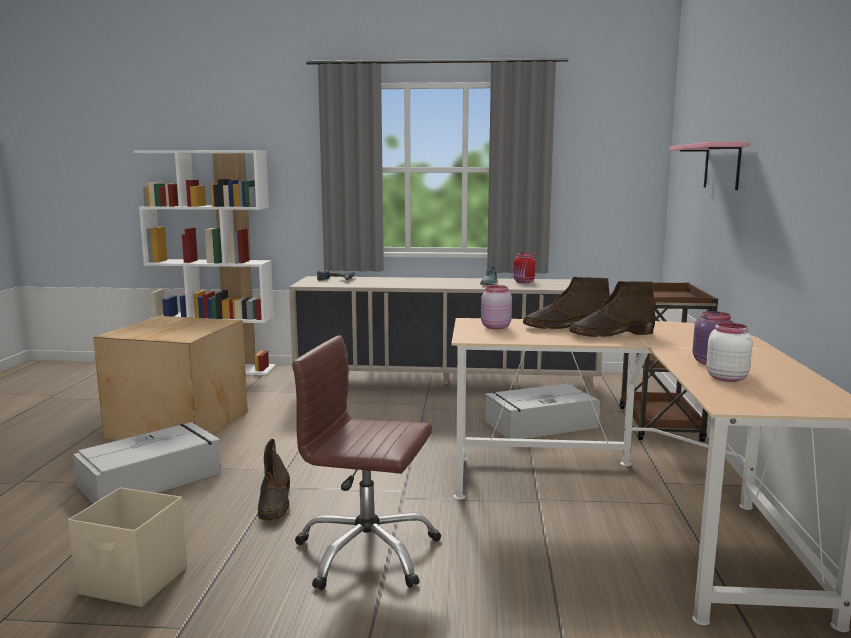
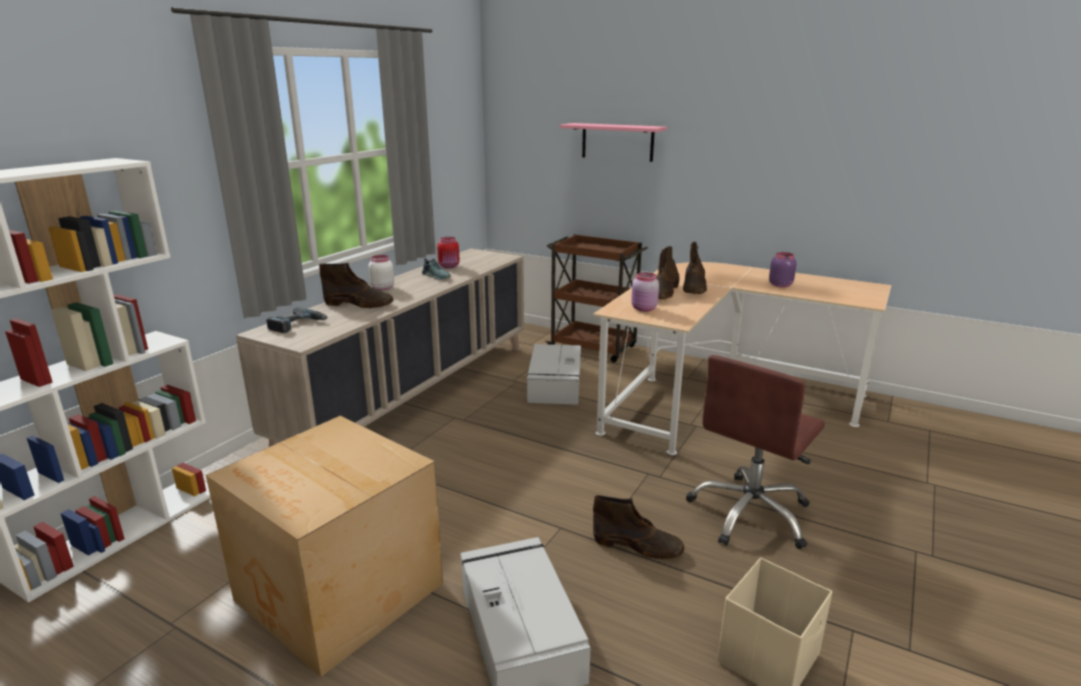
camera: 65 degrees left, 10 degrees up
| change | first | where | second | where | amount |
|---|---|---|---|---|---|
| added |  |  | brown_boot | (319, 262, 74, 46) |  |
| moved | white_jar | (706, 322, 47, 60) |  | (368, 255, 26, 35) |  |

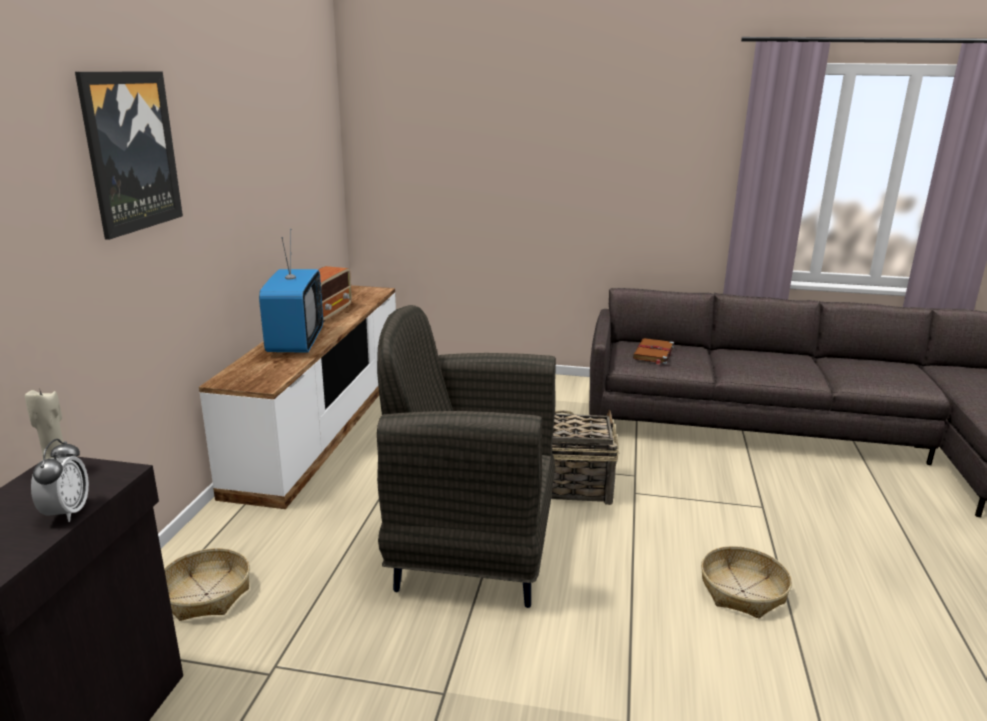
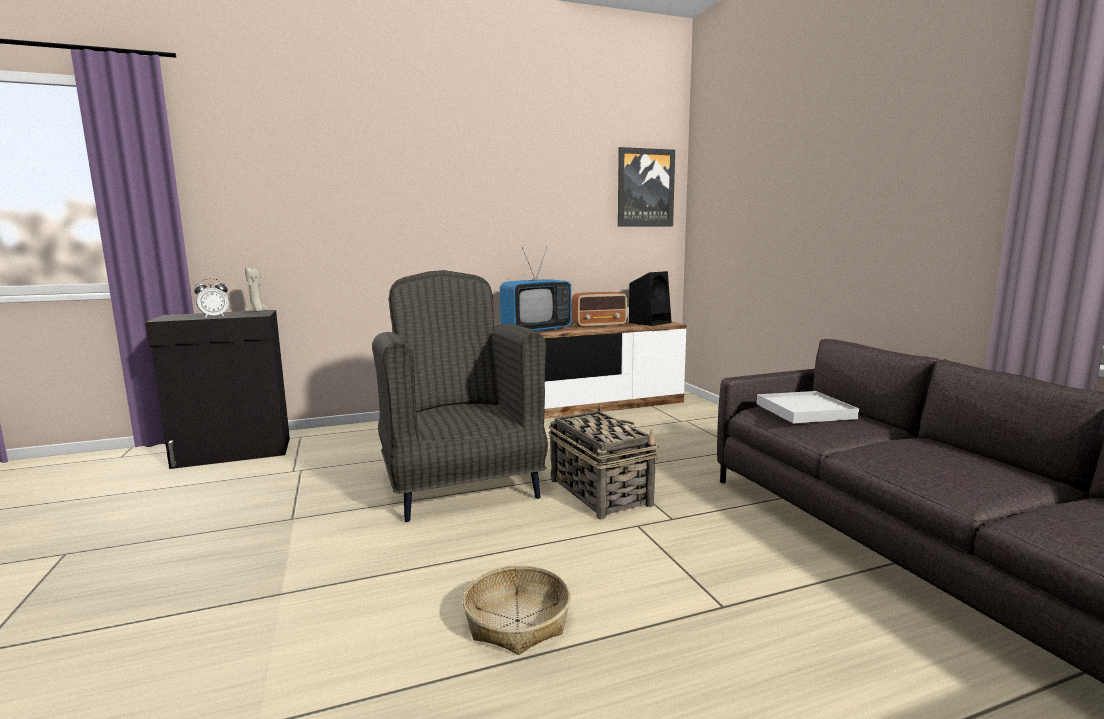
camera: 60 degrees right, 10 degrees down
| change | first | where | second | where | amount |
|---|---|---|---|---|---|
| removed | basket | (164, 548, 86, 73) |  |  |  |
| added |  |  | black_speaker | (629, 271, 43, 55) |  |
| moved | picture | (75, 71, 108, 169) |  | (618, 147, 57, 80) |  |
| replaced | brown_book | (633, 338, 41, 27) | white_tray | (756, 391, 103, 32) |  |

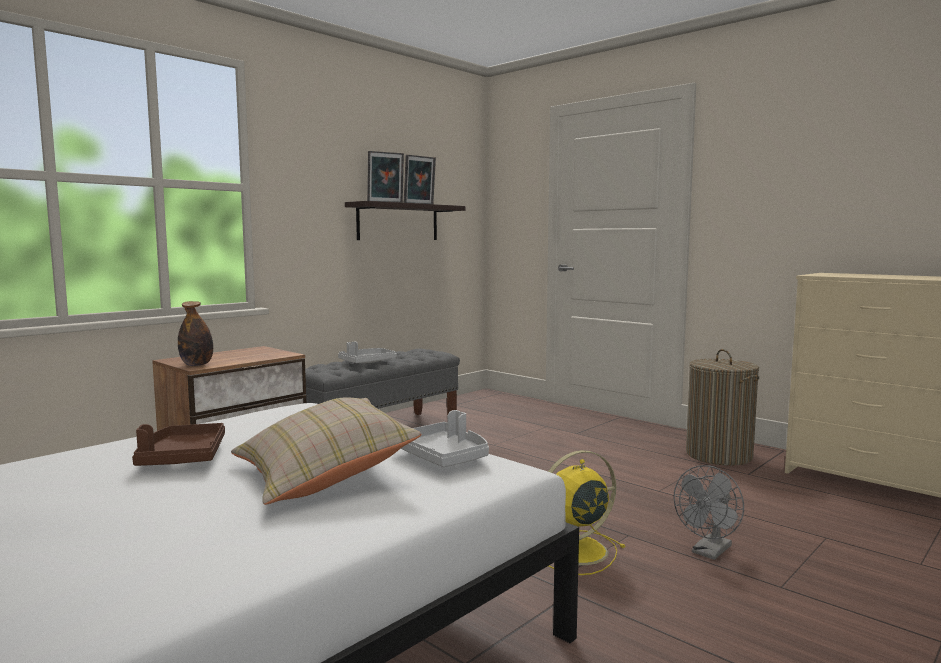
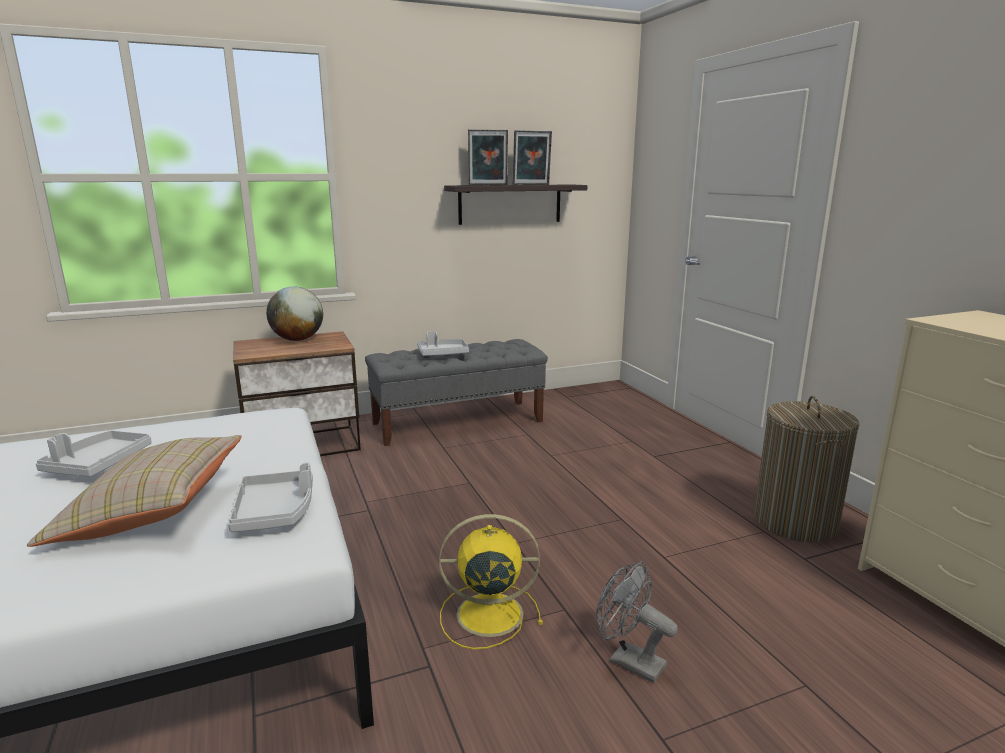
camera: 25 degrees right, 10 degrees up
| change | first | where | second | where | amount |
|---|---|---|---|---|---|
| removed | bottle | (178, 301, 35, 65) |  |  |  |
| added |  |  | globe | (266, 287, 57, 54) |  |
| recoloured | brown_tray | (132, 423, 93, 43) | grey_tray | (36, 430, 116, 47) |  |
| turned | grey_fan | (674, 465, 70, 95) |  | (596, 561, 82, 122) | 60 degrees clockwise |

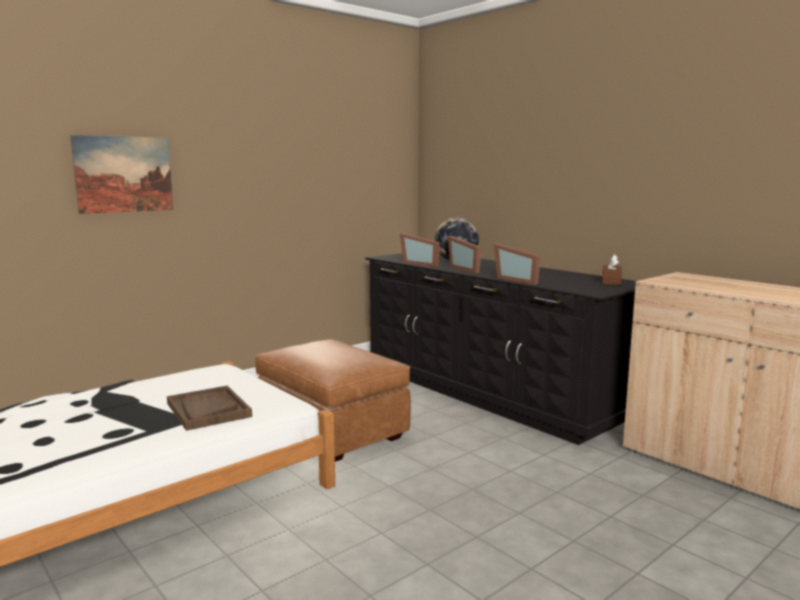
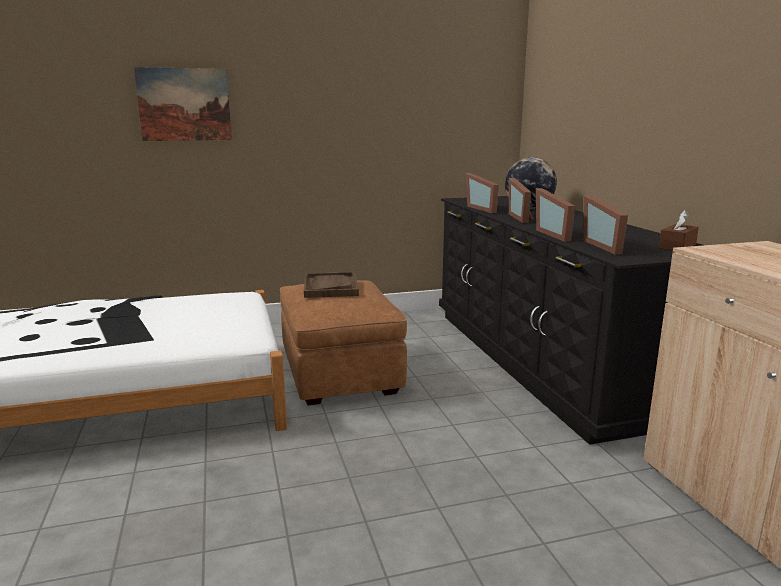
camera: 25 degrees right, 5 degrees up
| change | first | where | second | where | amount |
|---|---|---|---|---|---|
| added |  |  | picture_frame | (583, 195, 45, 59) |  |
| moved | brown_tray | (167, 385, 85, 46) |  | (304, 272, 55, 26) |  |

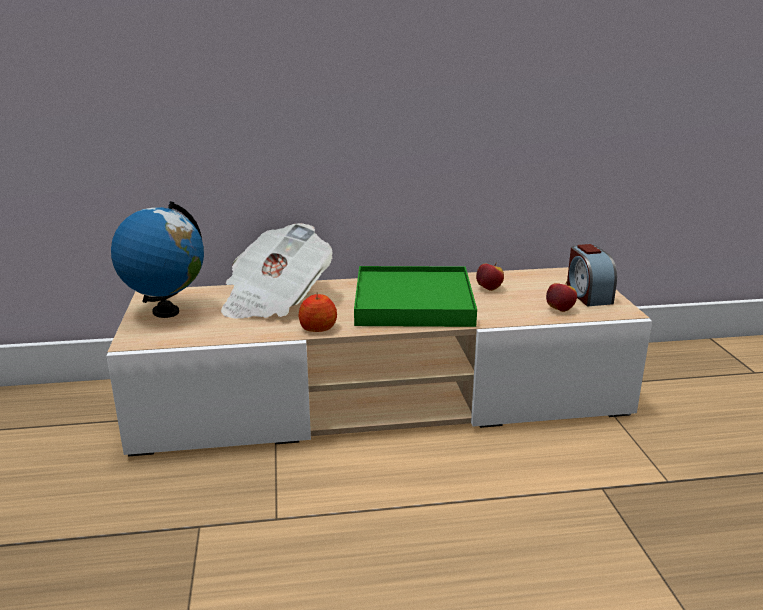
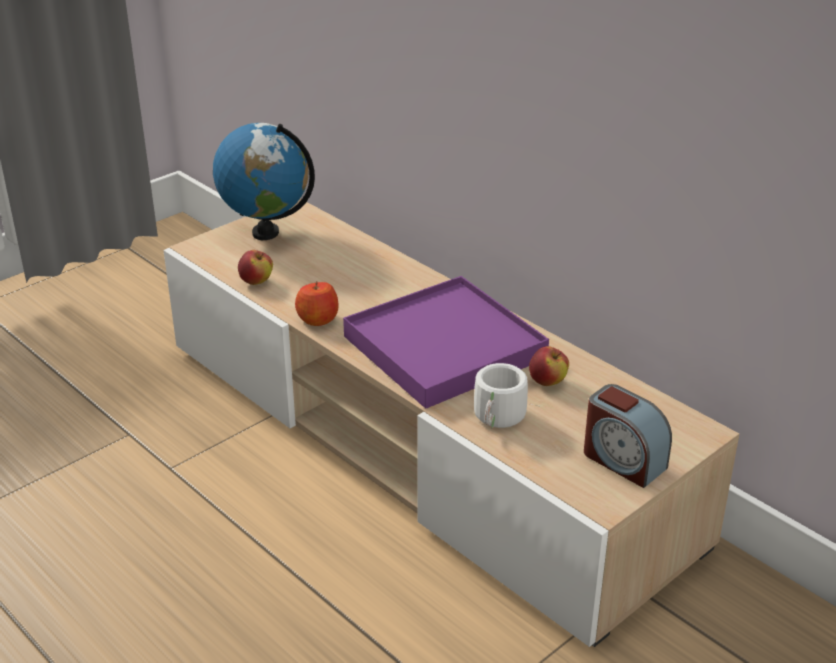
camera: 55 degrees right, 10 degrees up
| change | first | where | second | where | amount |
|---|---|---|---|---|---|
| removed | newspaper | (221, 223, 111, 96) |  |  |  |
| added |  |  | white_mug | (474, 363, 66, 65) |  |
| moved | apple | (546, 281, 31, 31) |  | (238, 250, 35, 35) |  |
| recoloured | green_tray | (354, 266, 123, 61) | purple_tray | (343, 276, 206, 133) |  |
| turned | alarm_clock | (567, 244, 50, 62) |  | (584, 384, 88, 104) | 90 degrees counterclockwise |

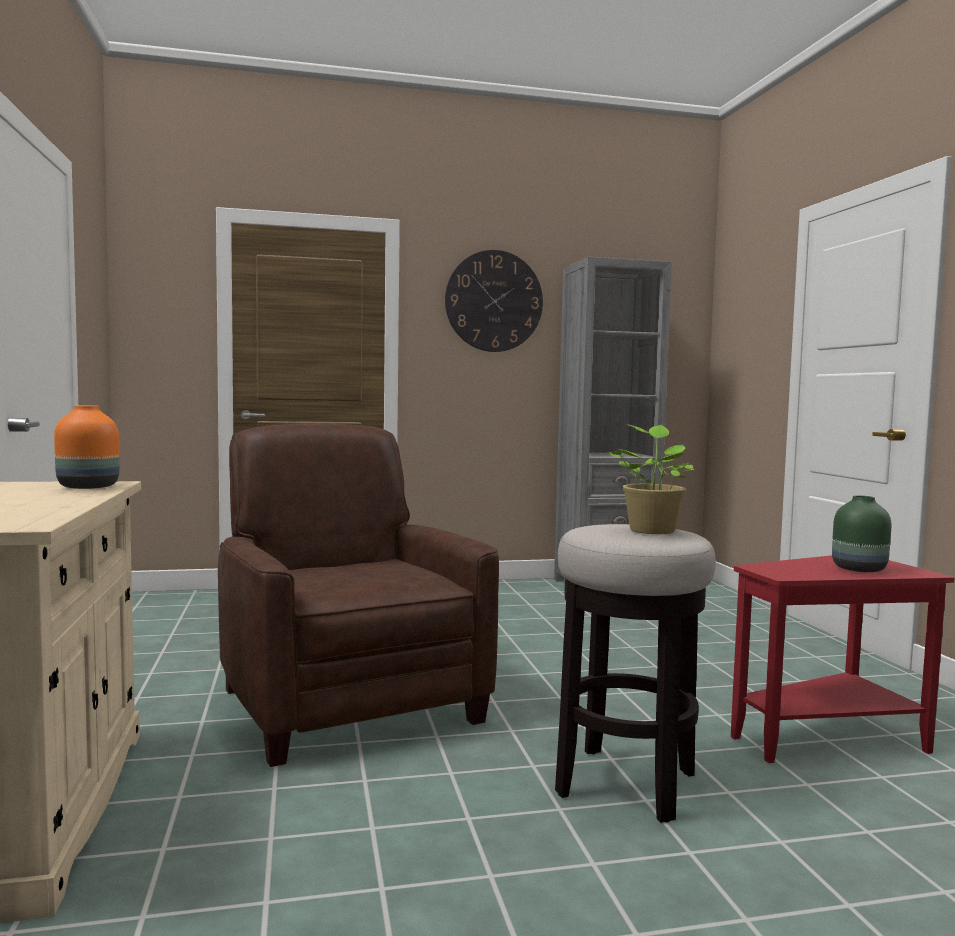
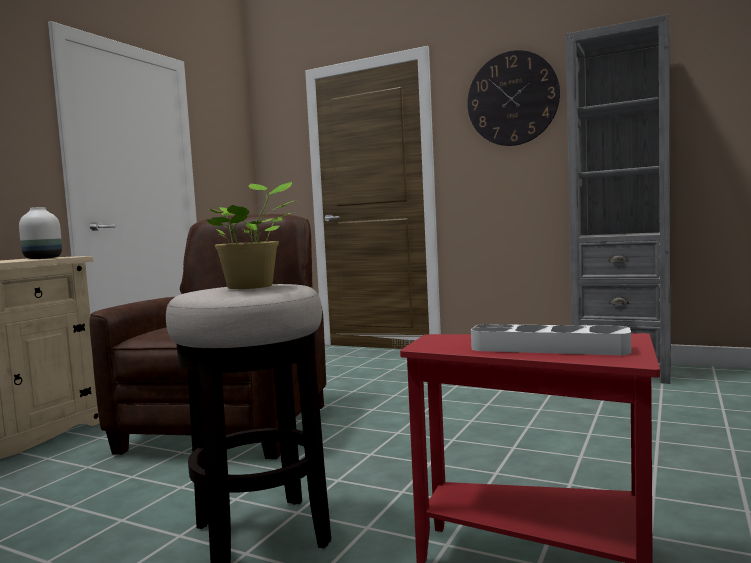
camera: 40 degrees right, 0 degrees up
| change | first | where | second | where | amount |
|---|---|---|---|---|---|
| replaced | green_vase | (832, 495, 59, 77) | grey_tray | (471, 324, 160, 31) |  |
| recoloured | orange_vase | (54, 405, 66, 84) | white_vase | (19, 207, 43, 52) |  |

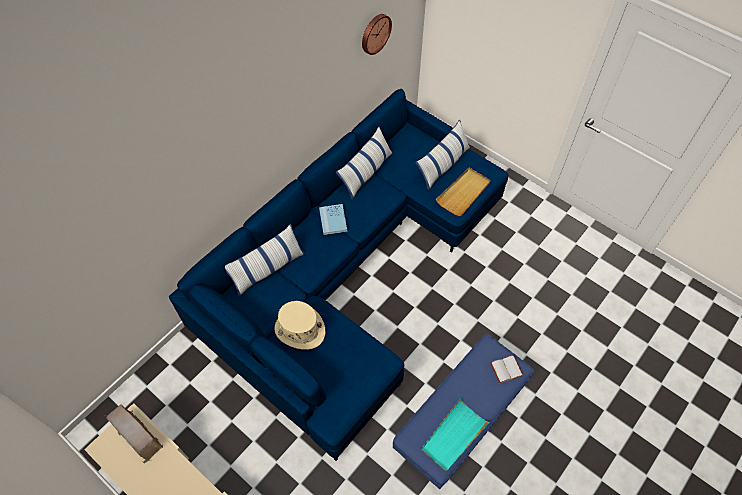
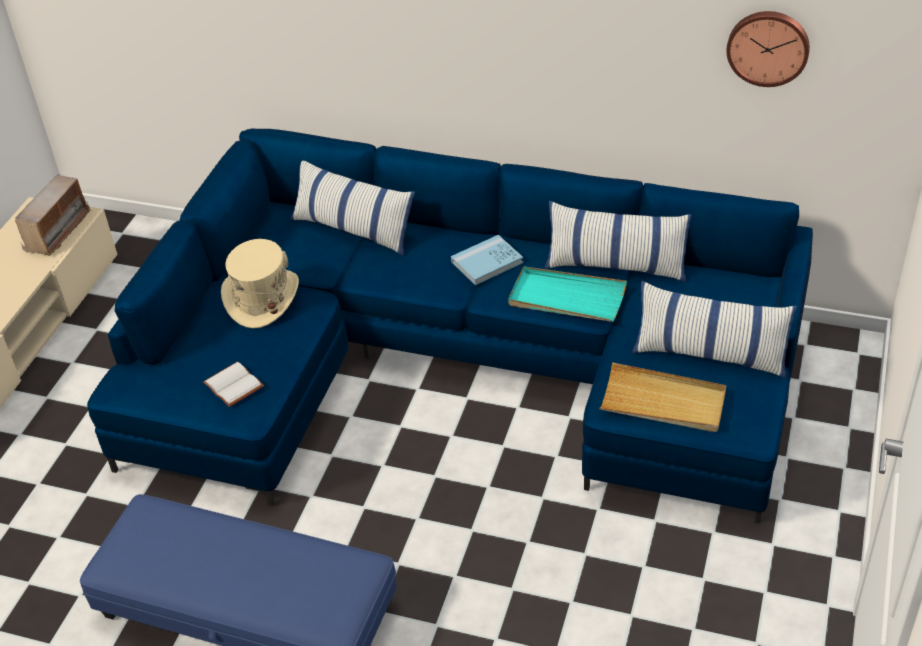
camera: 70 degrees right, 15 degrees down
| change | first | where | second | where | amount |
|---|---|---|---|---|---|
| moved | turquoise_tray | (421, 398, 69, 74) |  | (508, 266, 119, 56) |  |
| moved | white_book | (490, 355, 34, 28) |  | (203, 361, 61, 46) |  |

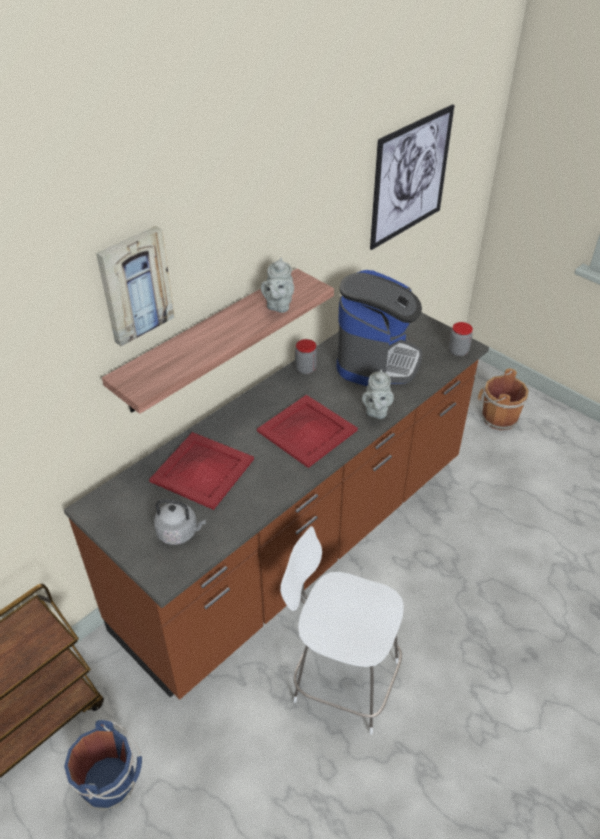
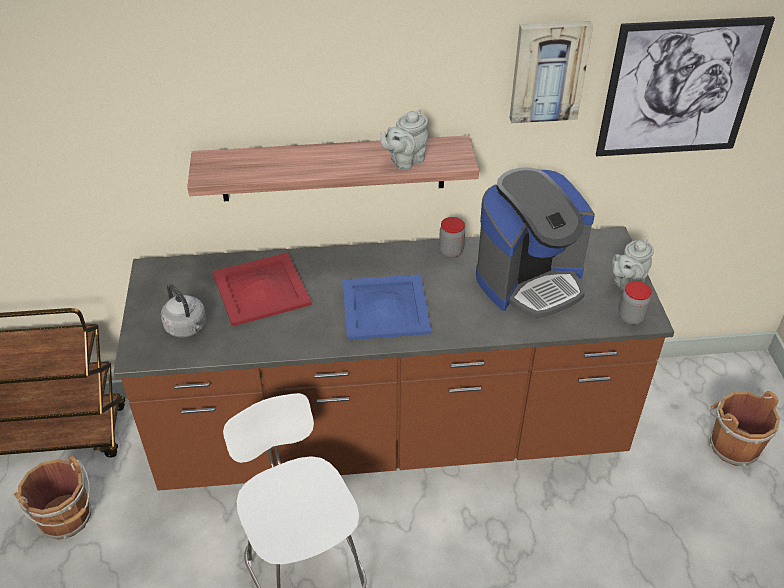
camera: 40 degrees right, 0 degrees up
| change | first | where | second | where | amount |
|---|---|---|---|---|---|
| moved | picture | (96, 226, 79, 120) |  | (510, 21, 83, 102) |  |
| moved | grey_teapot | (362, 369, 32, 50) |  | (612, 239, 42, 52) |  |
| recoloured | blue_bucket | (64, 720, 78, 90) | brown_bucket | (14, 455, 80, 85) |  |
| recoloured | red_tray | (257, 395, 101, 73) | blue_tray | (342, 274, 89, 66) |  |

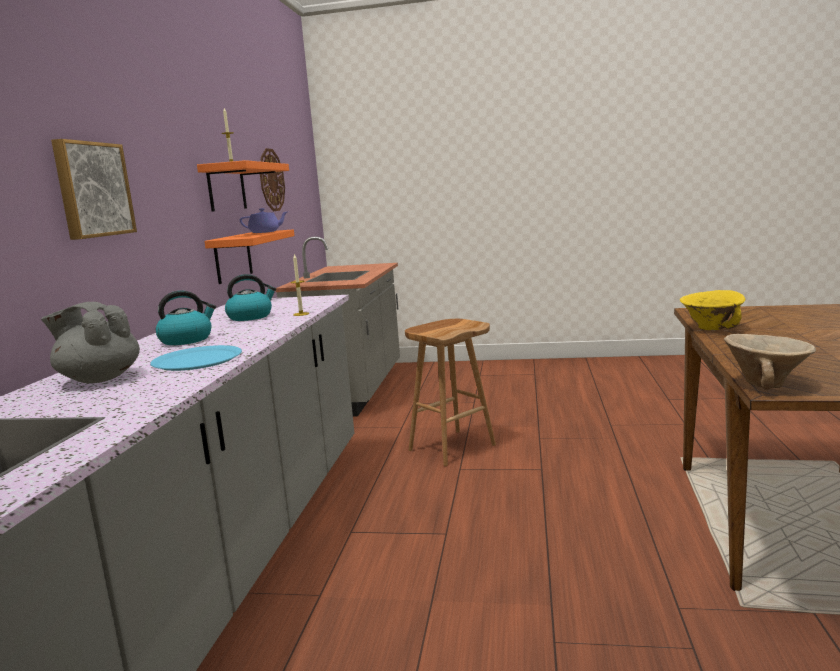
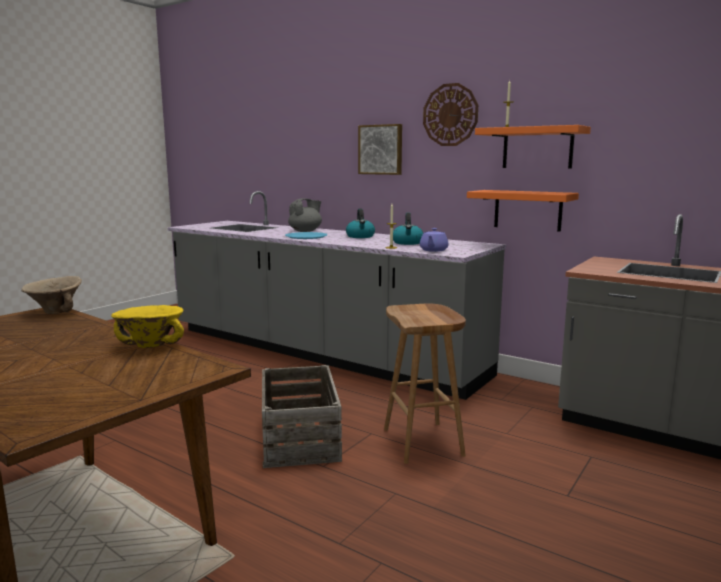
camera: 115 degrees right, 0 degrees up
| change | first | where | second | where | amount |
|---|---|---|---|---|---|
| added |  |  | crate | (262, 365, 80, 103) |  |
| moved | purple_teapot | (240, 208, 47, 25) |  | (420, 228, 29, 24) |  |
| moved | wall_clock | (260, 148, 25, 63) |  | (423, 83, 55, 63) |  |

